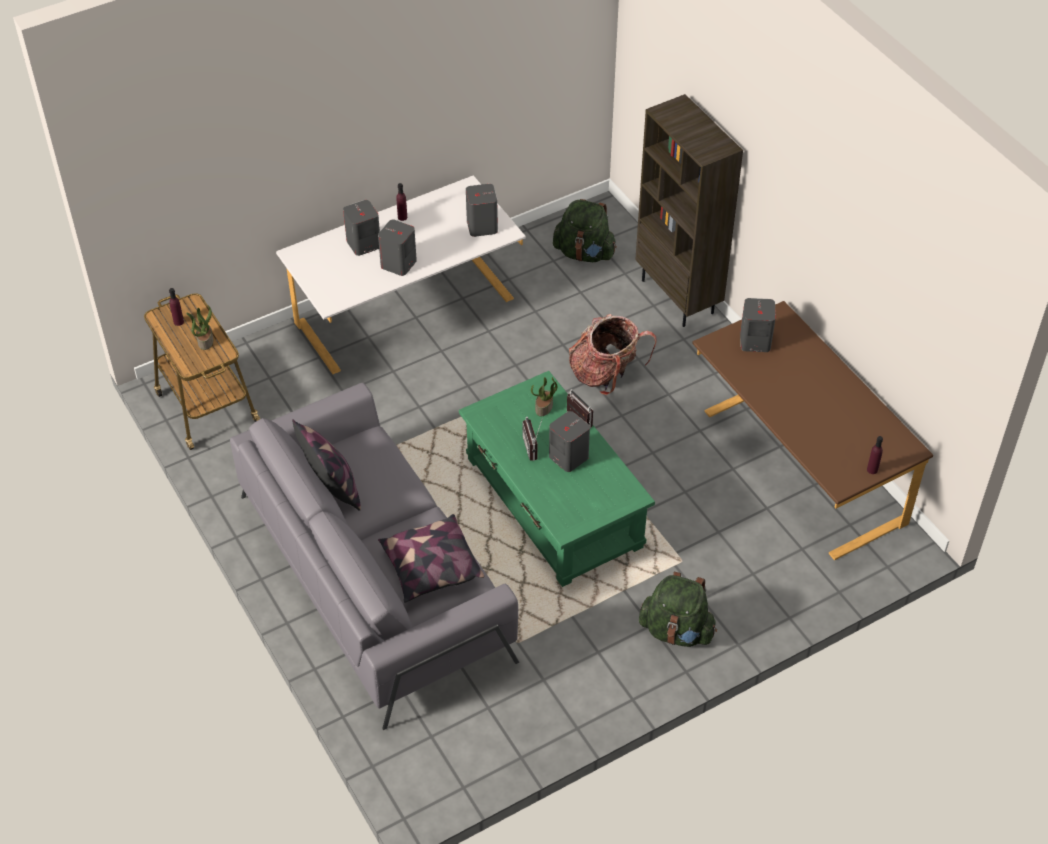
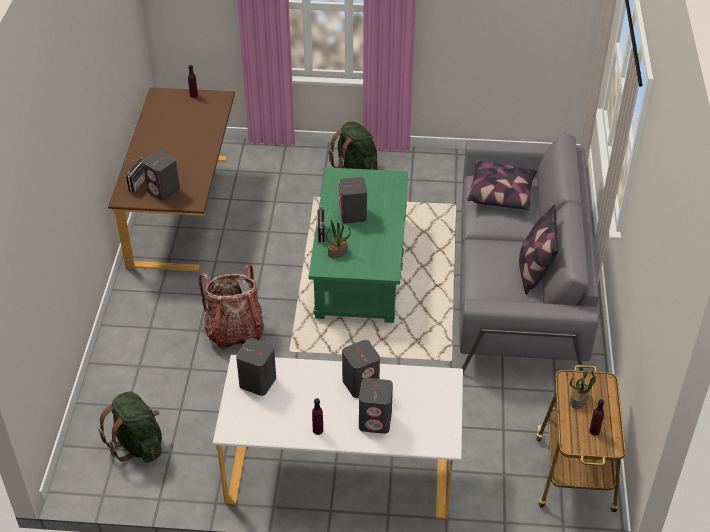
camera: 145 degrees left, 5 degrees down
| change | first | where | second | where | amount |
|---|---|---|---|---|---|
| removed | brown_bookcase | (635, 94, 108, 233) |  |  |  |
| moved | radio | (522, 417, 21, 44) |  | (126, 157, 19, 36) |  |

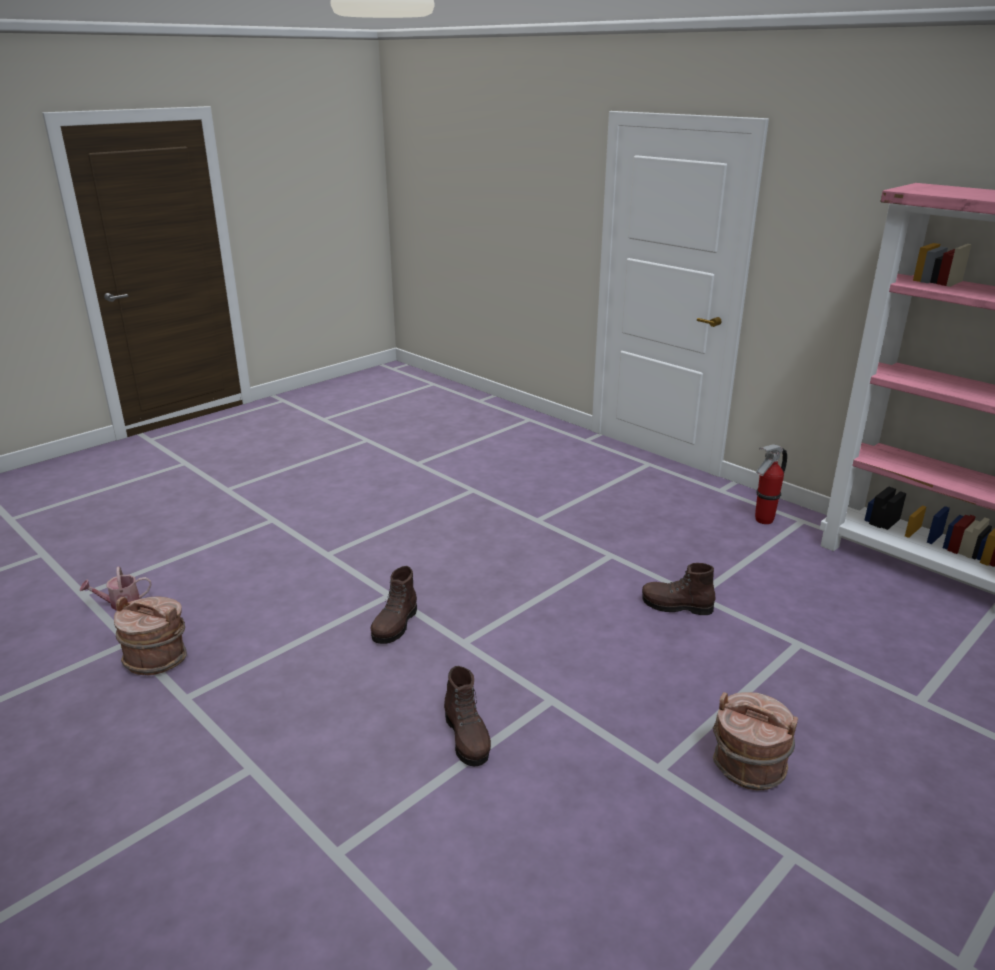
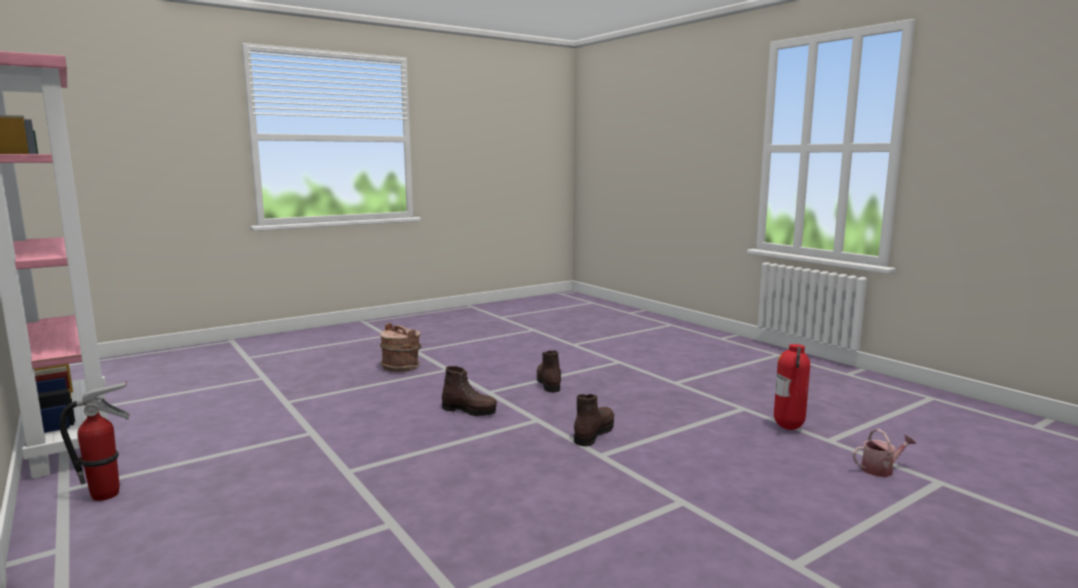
camera: 170 degrees left, 15 degrees down
| change | first | where | second | where | amount |
|---|---|---|---|---|---|
| moved | brown_boot | (642, 563, 73, 52) |  | (442, 366, 55, 50) |  |
| replaced | brown_bucket | (114, 597, 73, 78) | fire_extinguisher | (774, 344, 36, 86) |  |

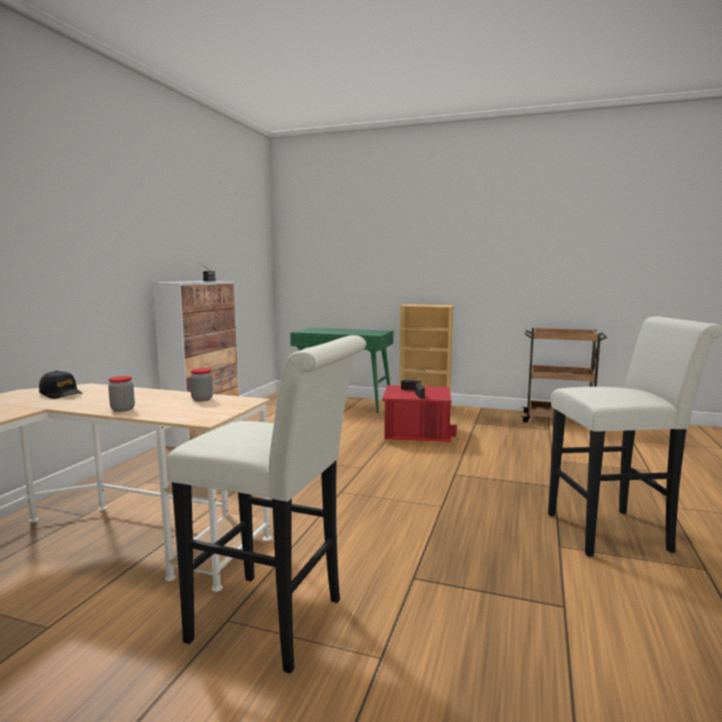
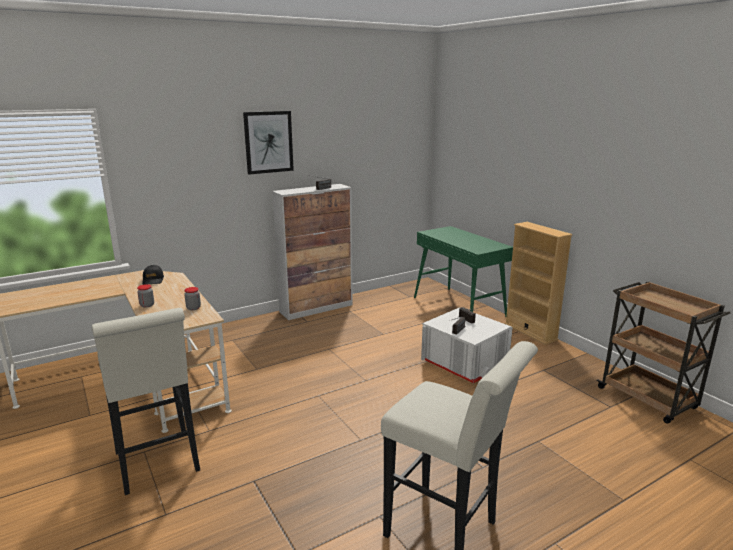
camera: 40 degrees right, 10 degrees up
| change | first | where | second | where | amount |
|---|---|---|---|---|---|
| added |  |  | picture | (243, 111, 51, 64) |  |
| recoloured | red_storage_box | (383, 385, 74, 57) | white_storage_box | (421, 307, 92, 76) |  |

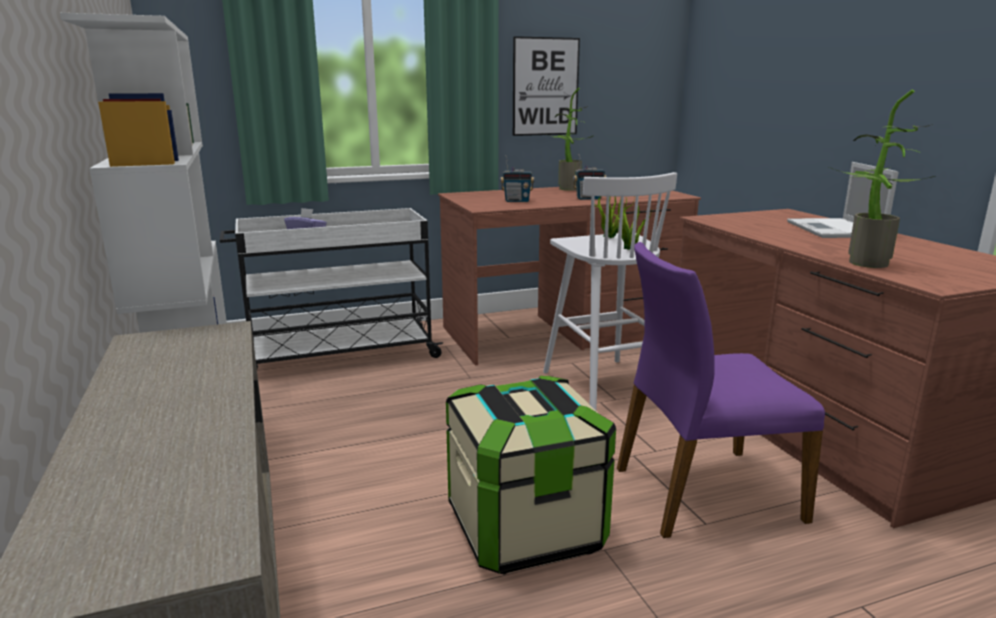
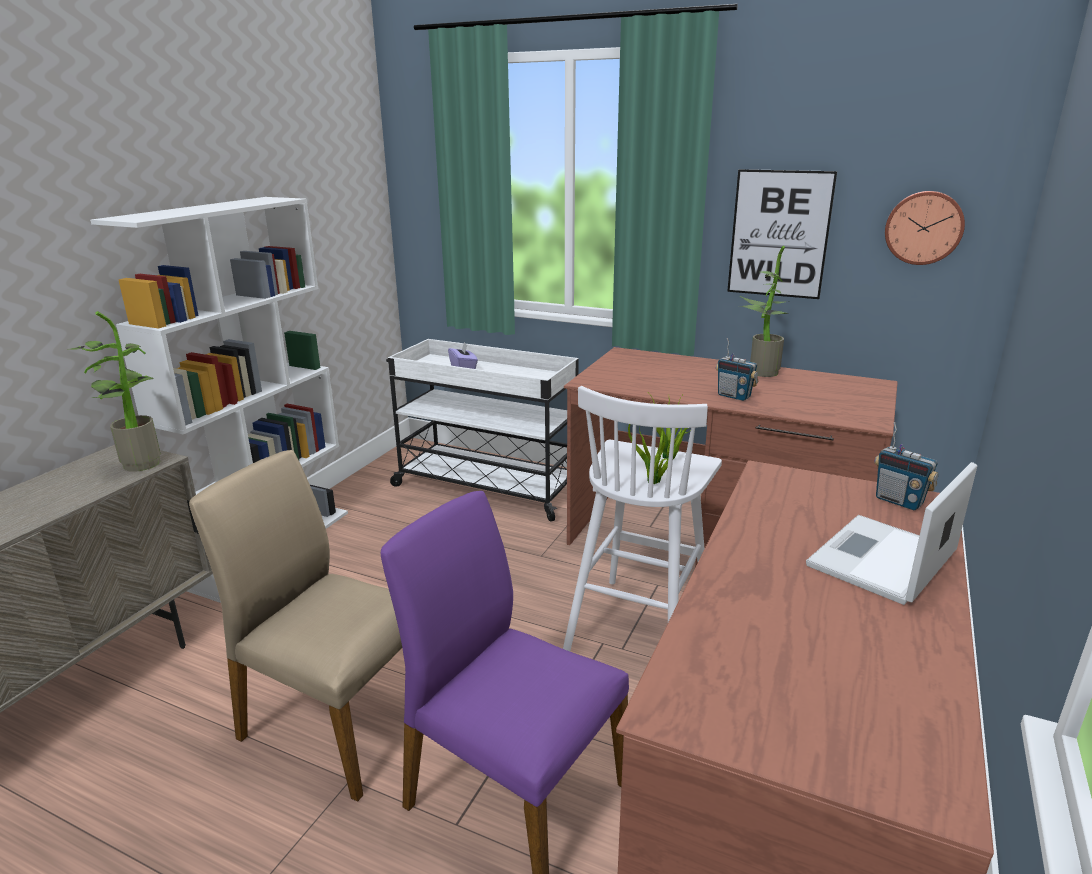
camera: 45 degrees right, 5 degrees up
| change | first | where | second | where | amount |
|---|---|---|---|---|---|
| added |  |  | wall_clock | (885, 191, 80, 74) |  |
| moved | radio | (500, 155, 34, 47) |  | (874, 422, 65, 88) |  |
| moved | potted_plant | (829, 89, 107, 179) |  | (68, 311, 93, 161) |  |
| replaced | storage_box | (446, 376, 170, 199) | beige_chair | (189, 450, 213, 352) |  |

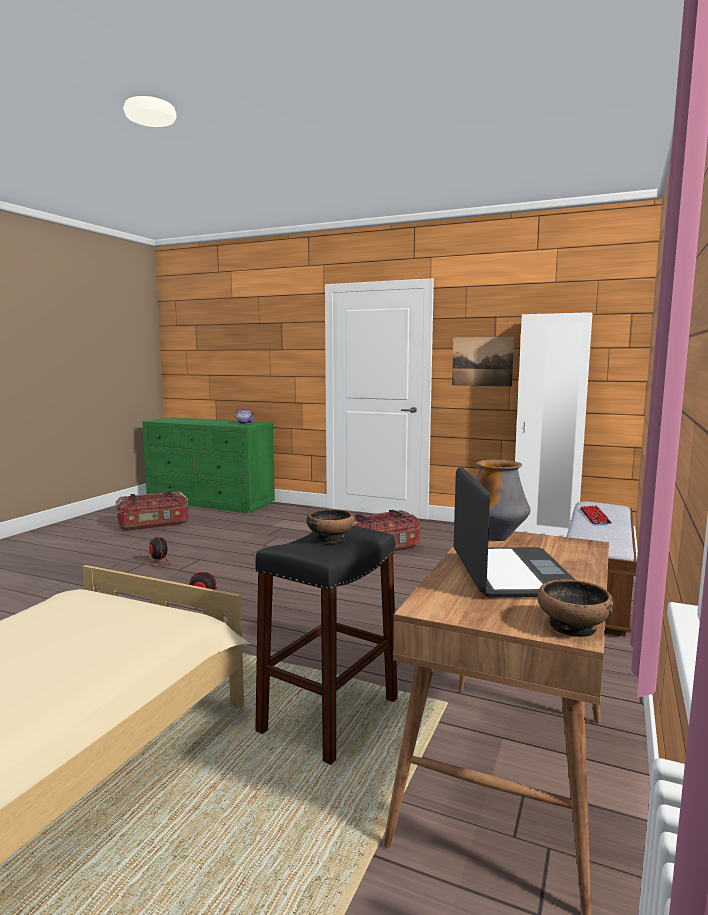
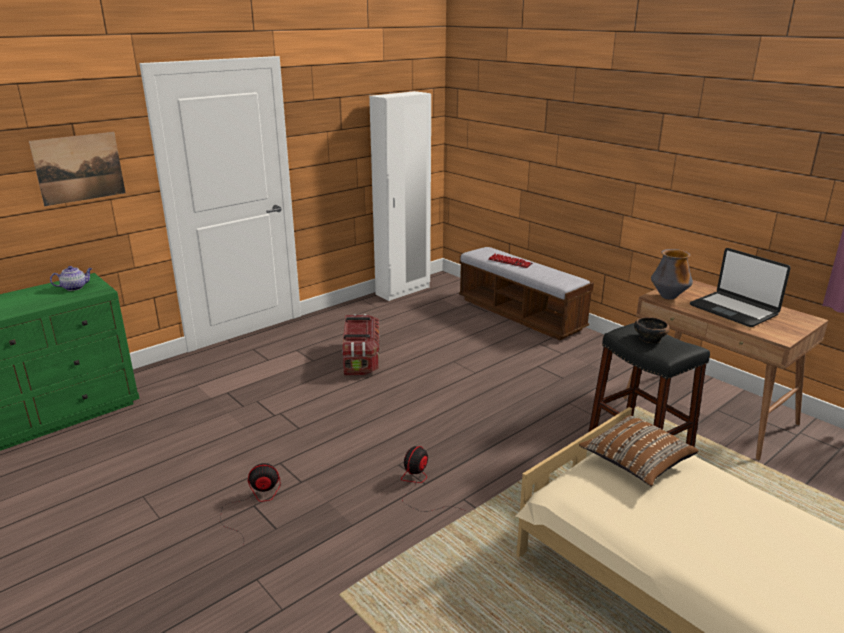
camera: 65 degrees left, 15 degrees up
| change | first | where | second | where | amount |
|---|---|---|---|---|---|
| removed | storage_box | (115, 491, 73, 40) |  |  |  |
| removed | bowl | (537, 579, 78, 58) |  |  |  |
| added |  |  | brown_pillow | (579, 415, 119, 71) |  |
| moved | picture | (452, 337, 62, 50) |  | (29, 132, 97, 74) |  |
| turned | laptop | (453, 467, 122, 131) |  | (690, 248, 101, 79) | 150 degrees counterclockwise |

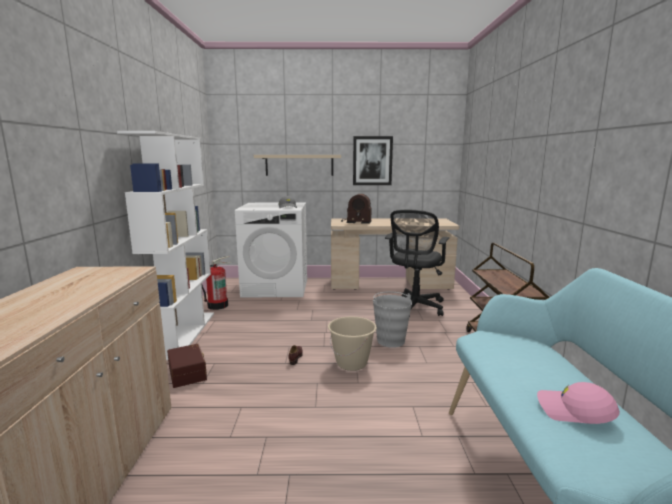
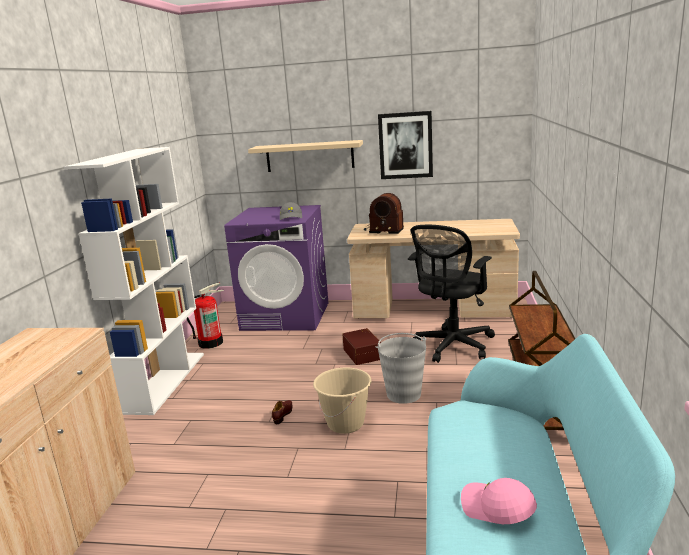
camera: 10 degrees right, 5 degrees up
| change | first | where | second | where | amount |
|---|---|---|---|---|---|
| moved | brown_storage_box | (167, 344, 40, 44) |  | (342, 328, 39, 37) |  |
| recoloured | white_washing_machine | (235, 203, 72, 94) | purple_washing_machine | (224, 205, 104, 126) |  |

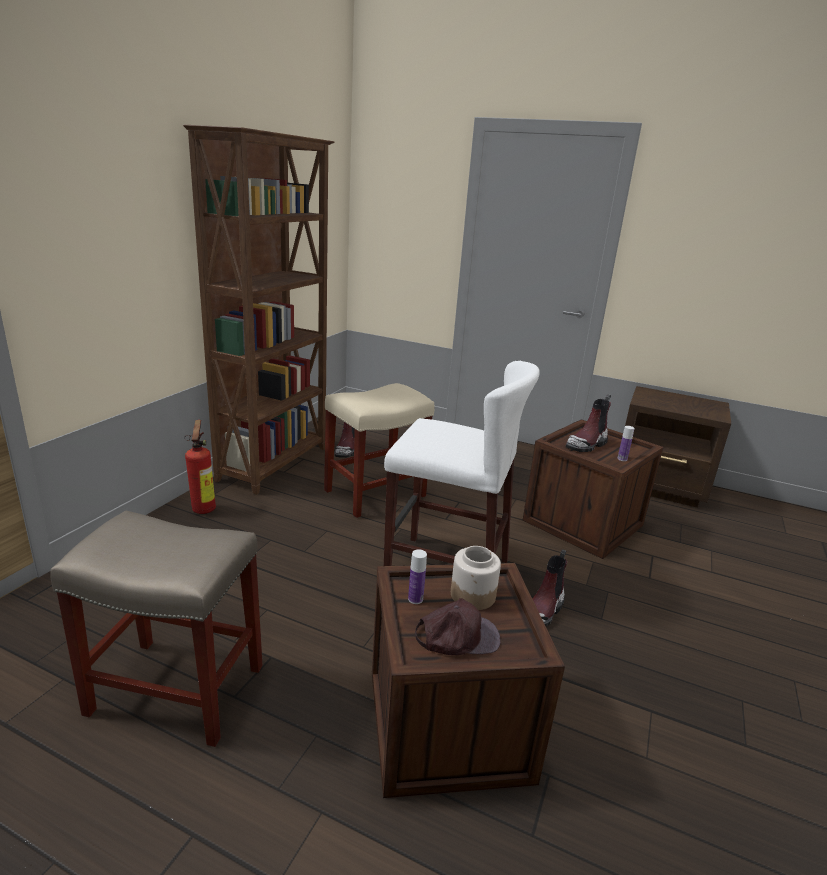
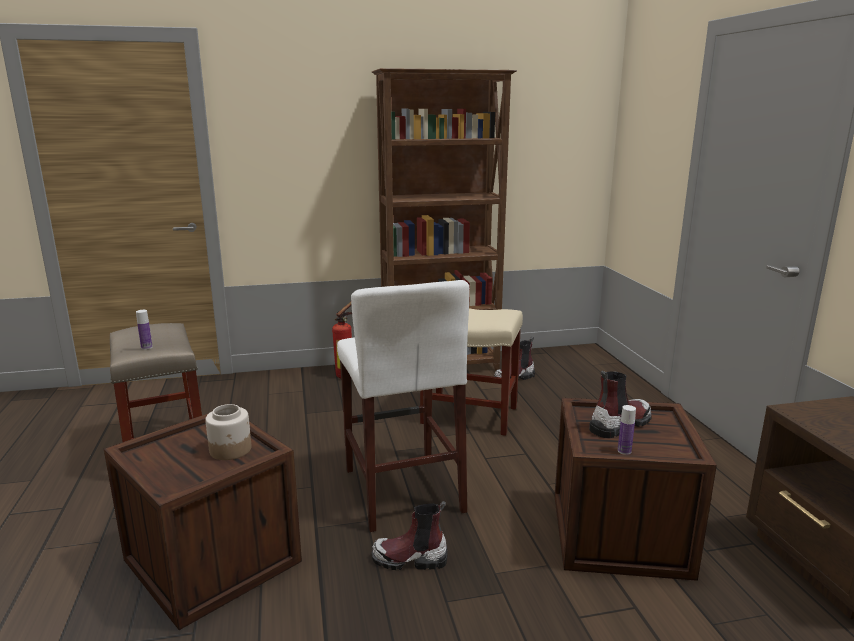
camera: 55 degrees right, 5 degrees down
| change | first | where | second | where | amount |
|---|---|---|---|---|---|
| removed | brown_cap | (415, 598, 86, 57) |  |  |  |
| moved | bottle | (408, 549, 19, 55) |  | (136, 310, 17, 40) |  |
| turned | boot | (566, 394, 45, 58) |  | (589, 371, 63, 67) | 135 degrees clockwise |

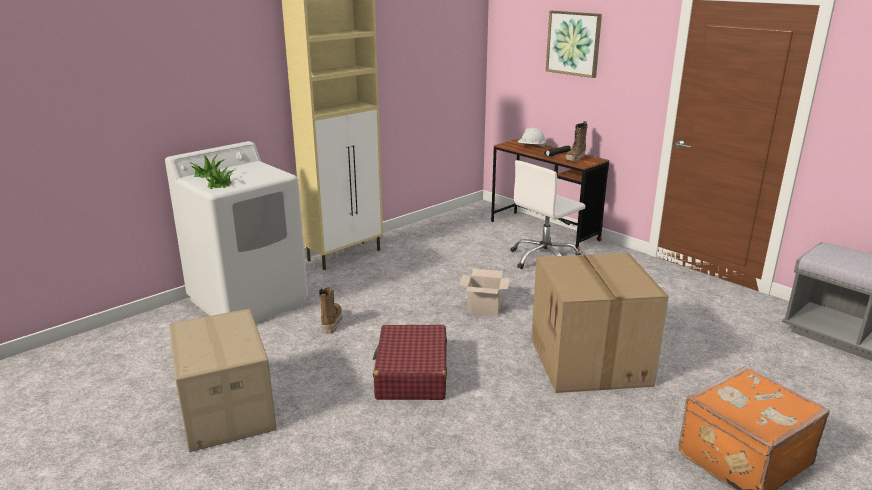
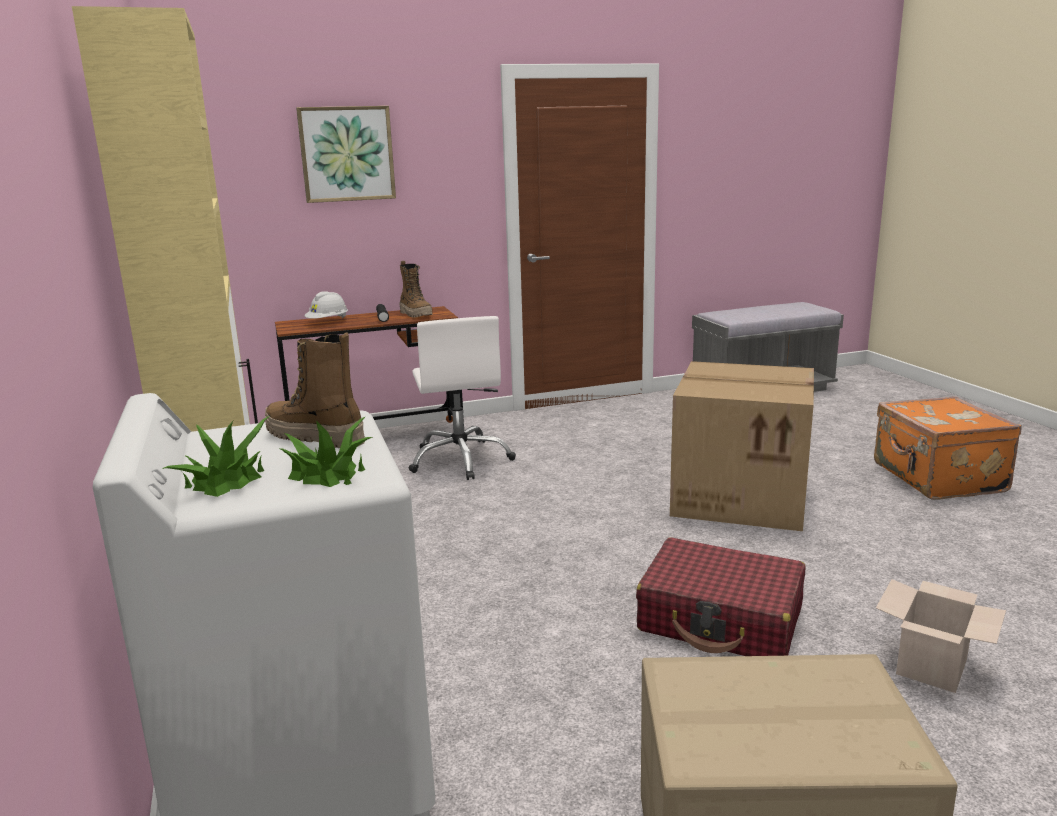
camera: 65 degrees left, 5 degrees down
| change | first | where | second | where | amount |
|---|---|---|---|---|---|
| moved | boot | (319, 288, 23, 46) |  | (265, 332, 100, 116) |  |
| moved | cardboard_box | (459, 269, 51, 47) |  | (876, 579, 130, 114) |  |

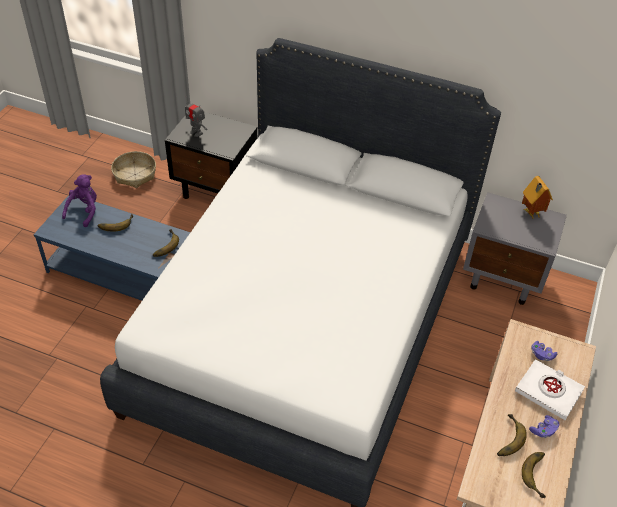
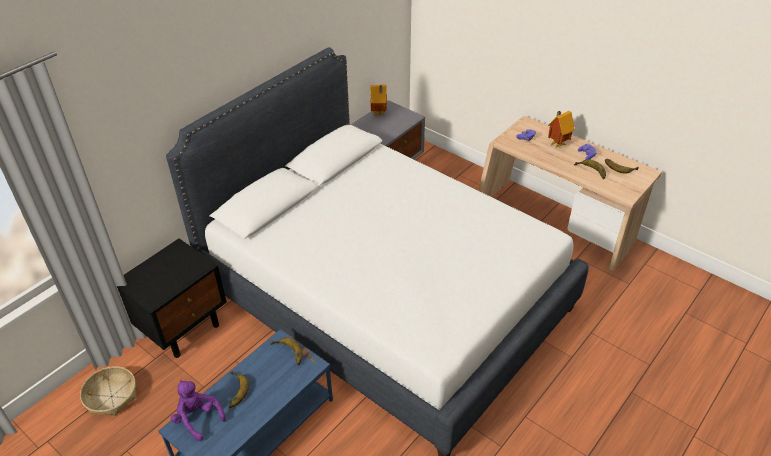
camera: 70 degrees left, 5 degrees down
| change | first | where | second | where | amount |
|---|---|---|---|---|---|
| removed | toy_robot | (185, 97, 22, 40) |  |  |  |
| replaced | white_book | (515, 359, 70, 61) | toy_house | (548, 111, 27, 37) |  |

